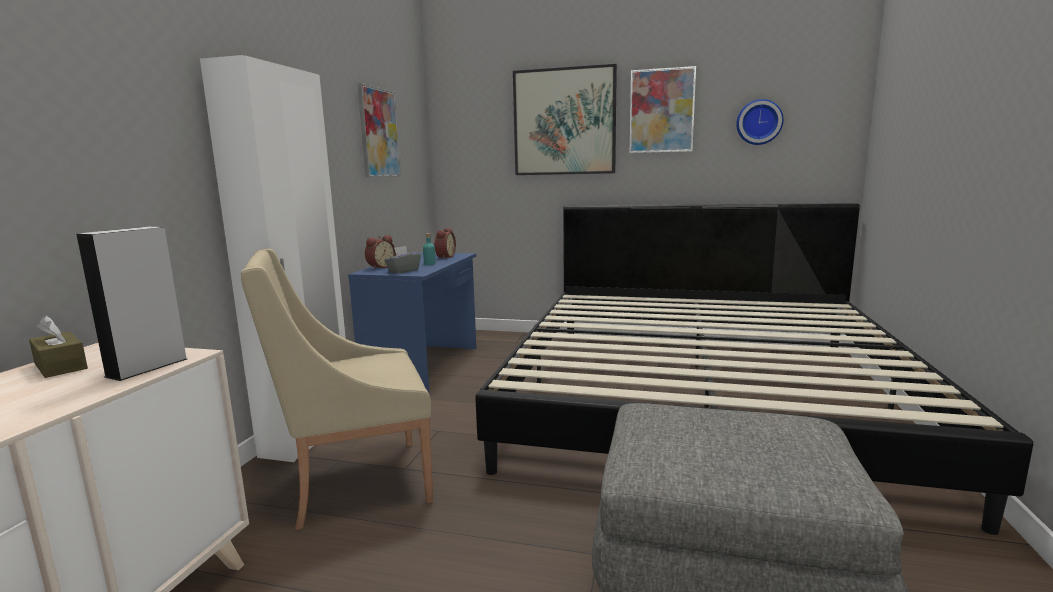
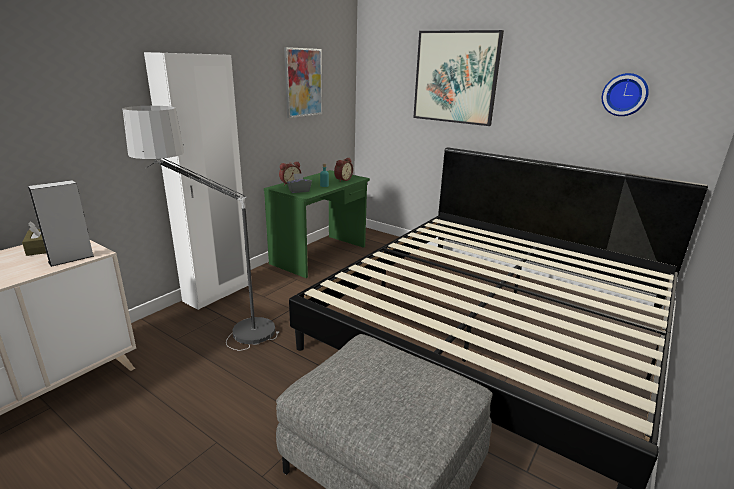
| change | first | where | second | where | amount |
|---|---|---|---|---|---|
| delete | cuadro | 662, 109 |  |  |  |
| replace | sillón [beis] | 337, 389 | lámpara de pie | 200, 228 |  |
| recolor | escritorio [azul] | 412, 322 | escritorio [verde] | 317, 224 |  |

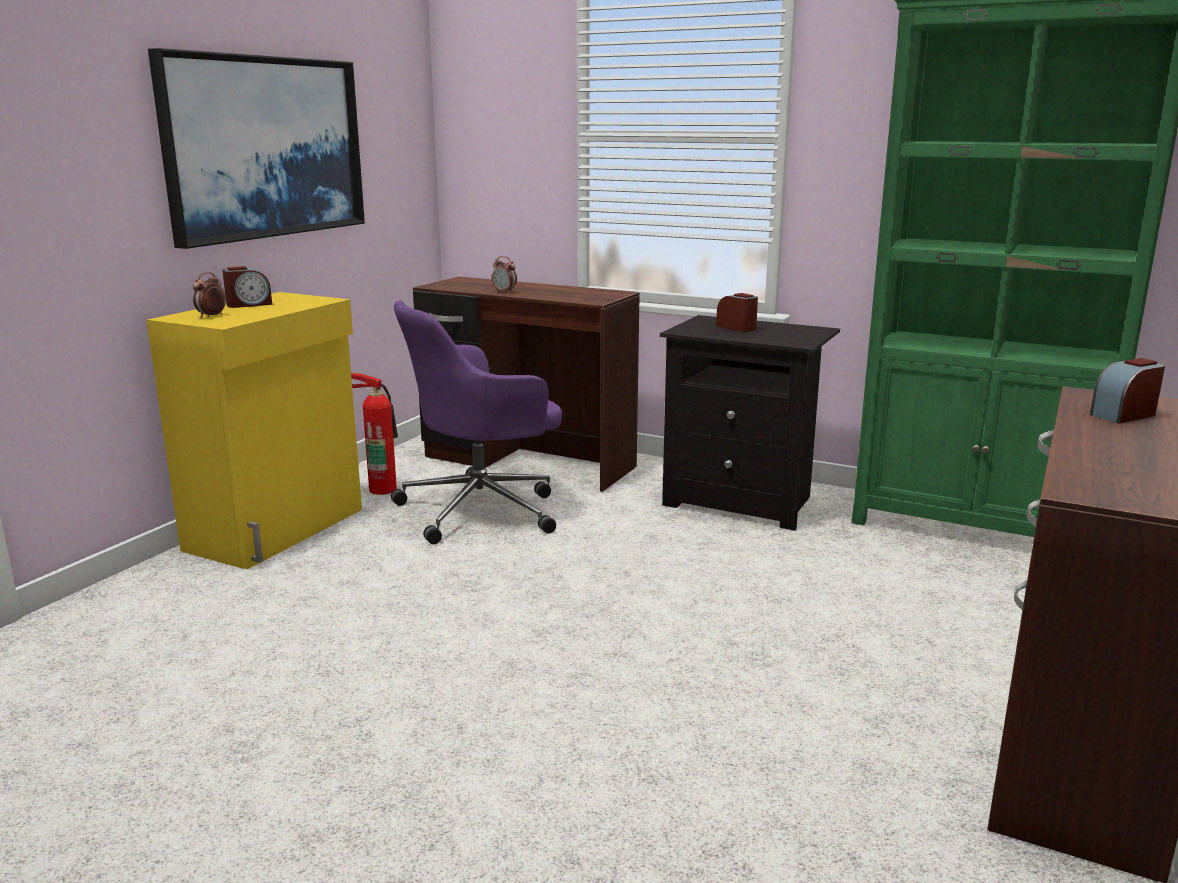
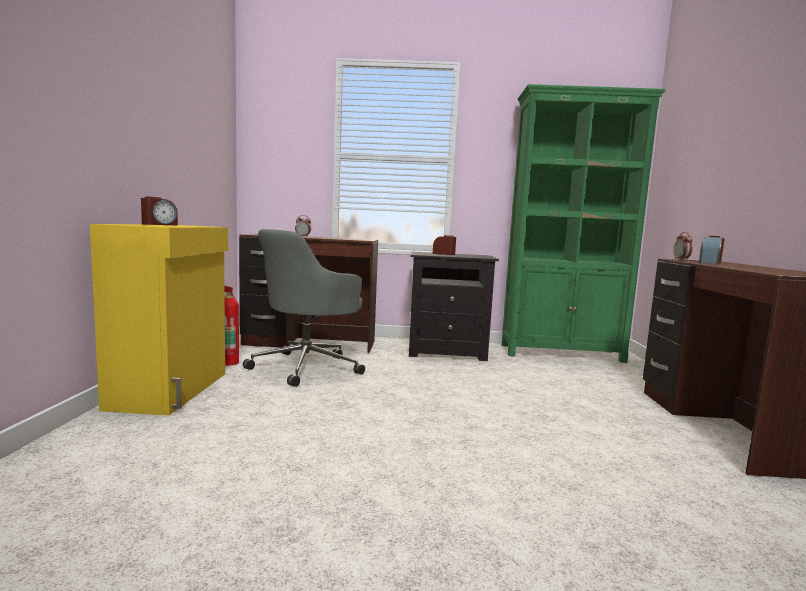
| change | first | where | second | where | amount |
|---|---|---|---|---|---|
| delete | cuadro | 256, 148 |  |  |  |
| move | despertador | 209, 295 |  | 682, 246 |  |
| recolor | silla de oficina [morado] | 476, 422 | silla de oficina [gris] | 304, 308 |  |

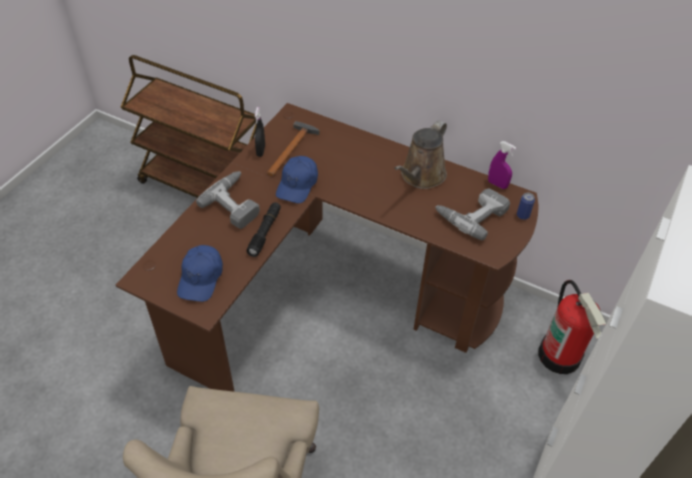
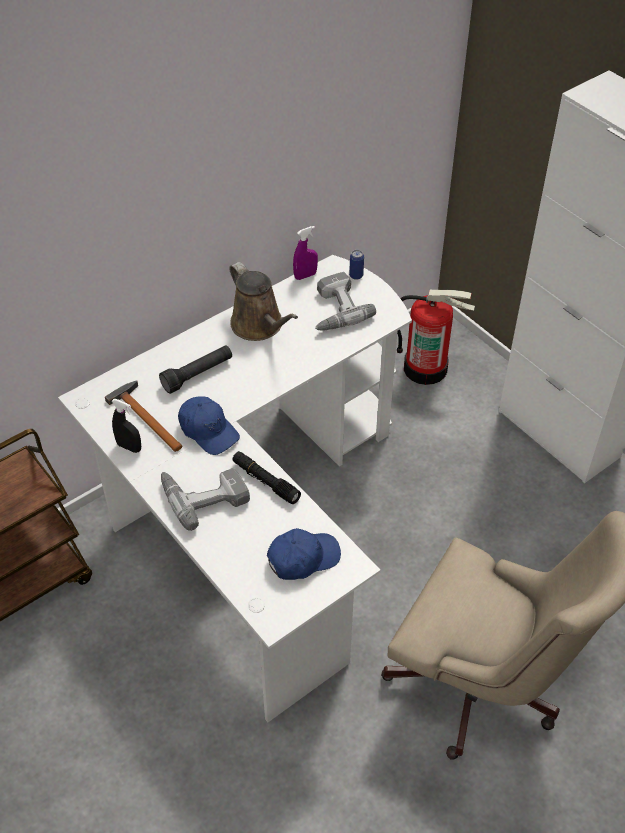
| change | first | where | second | where | amount |
|---|---|---|---|---|---|
| insert |  |  | linterna [negro] | 195, 369 |  |
| recolor | escritorio [marrón] | 327, 247 | escritorio [blanco] | 235, 488 |  |
| rotate | gorra [azul] | 200, 273 |  | 304, 554 | 60 degrees counterclockwise |

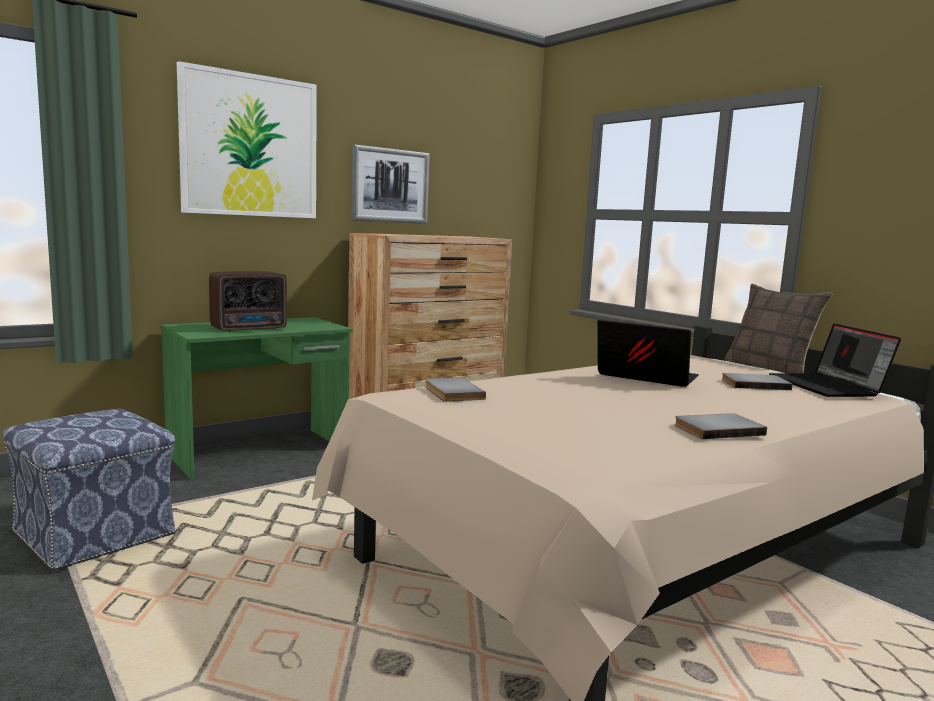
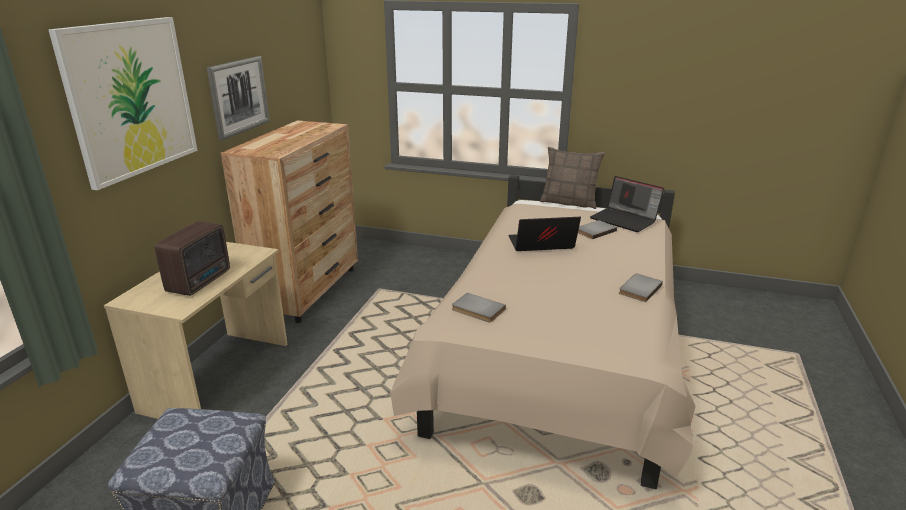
| change | first | where | second | where | amount |
|---|---|---|---|---|---|
| recolor | escritorio [verde] | 257, 398 | escritorio [beis] | 196, 330 |  |

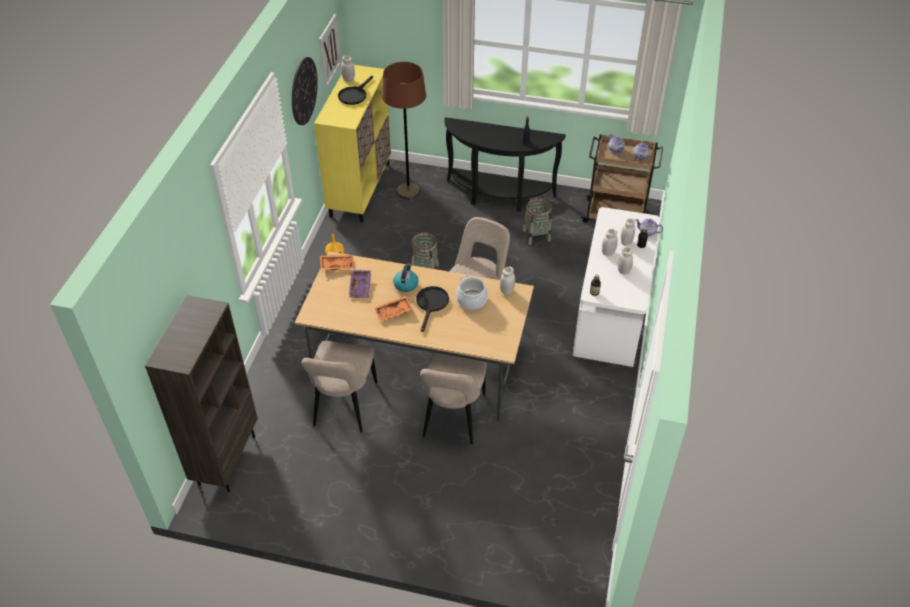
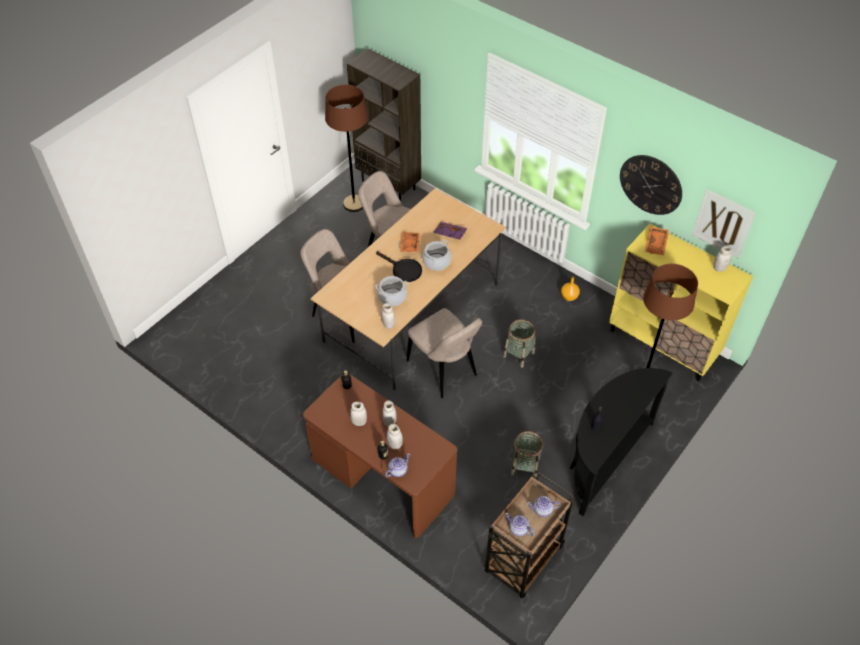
| change | first | where | second | where | amount |
|---|---|---|---|---|---|
| delete | sartén [negro] | 355, 90 |  |  |  |
| insert |  |  | lámpara de pie [marrón] | 346, 148 |  |
| move | bandeja [naranja] | 337, 262 |  | 657, 240 |  |
| replace | hervidor | 406, 278 | olla | 437, 255 |  |
| recolor | escritorio [blanco] | 616, 287 | escritorio [marrón] | 380, 456 |  |

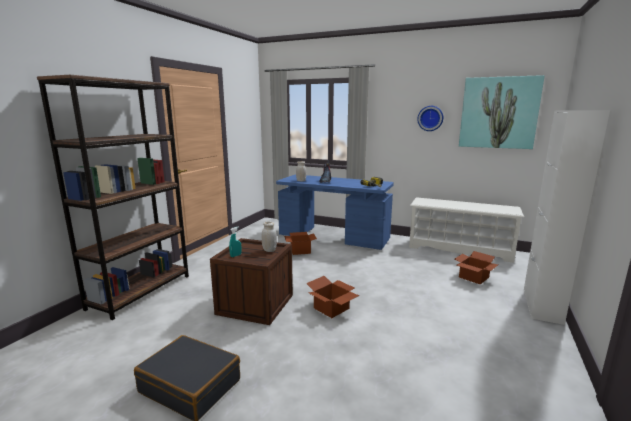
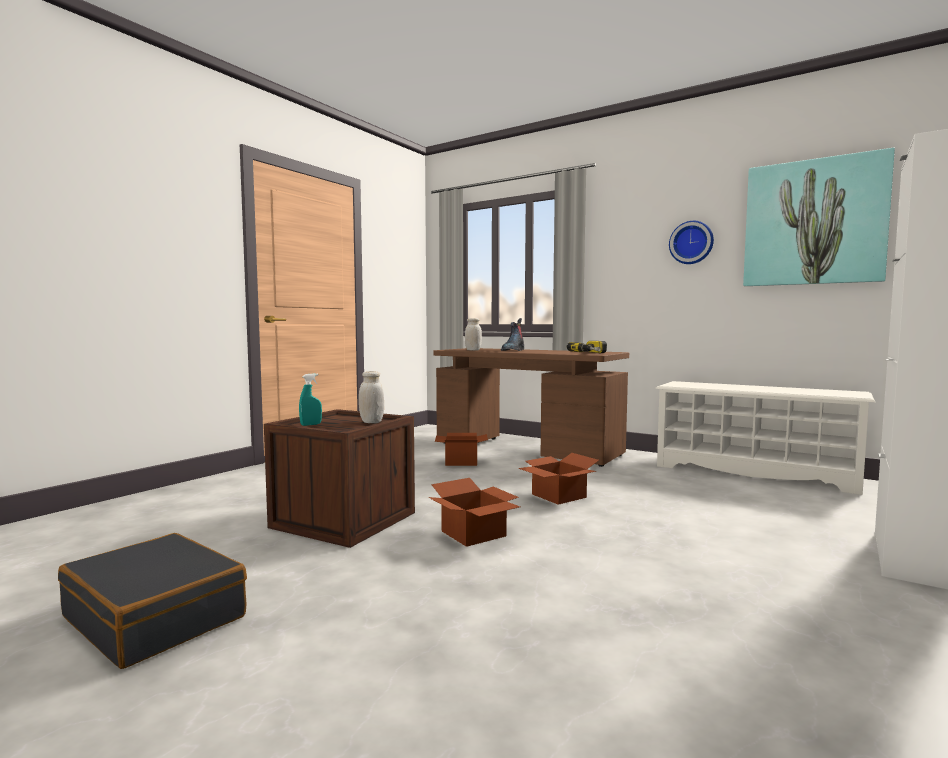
| change | first | where | second | where | amount |
|---|---|---|---|---|---|
| delete | estantería [marrón] | 113, 197 |  |  |  |
| move | caja de cartón | 476, 268 |  | 558, 479 |  |
| recolor | escritorio [azul] | 335, 212 | escritorio [marrón] | 531, 407 |  |

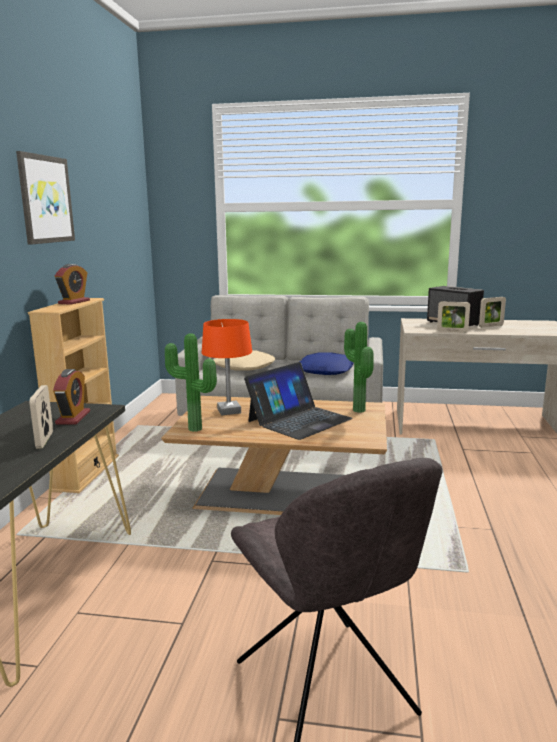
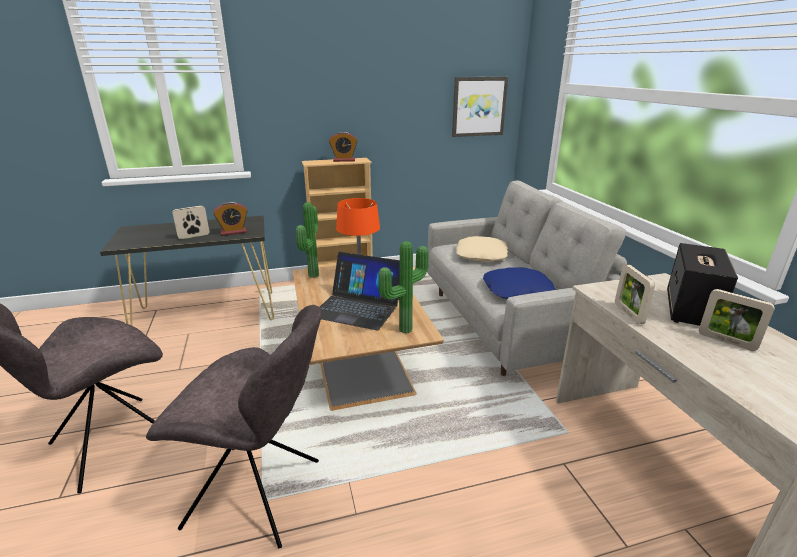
| change | first | where | second | where | amount |
|---|---|---|---|---|---|
| insert |  |  | silla [gris] | 234, 426 |  |
| move | cuadro | 45, 198 |  | 480, 107 |  |

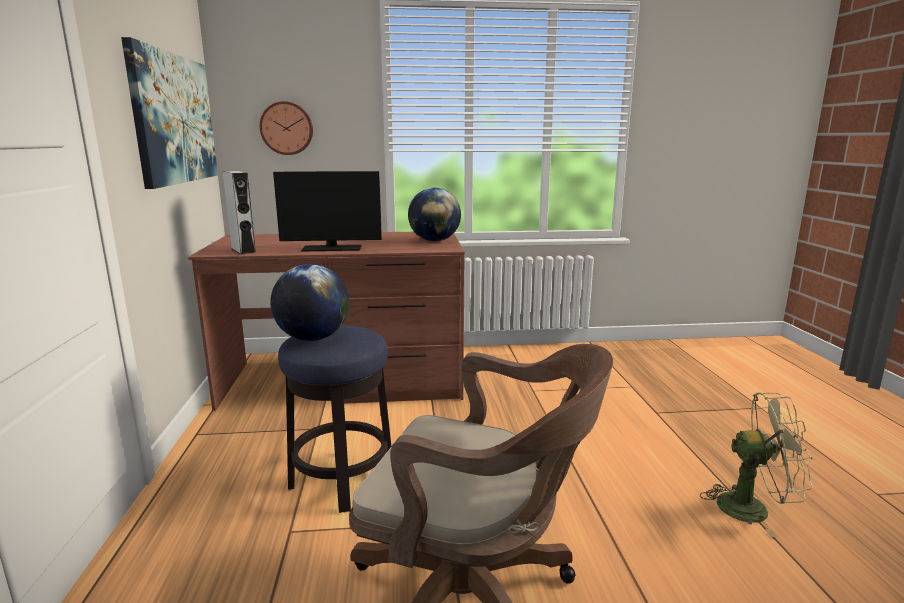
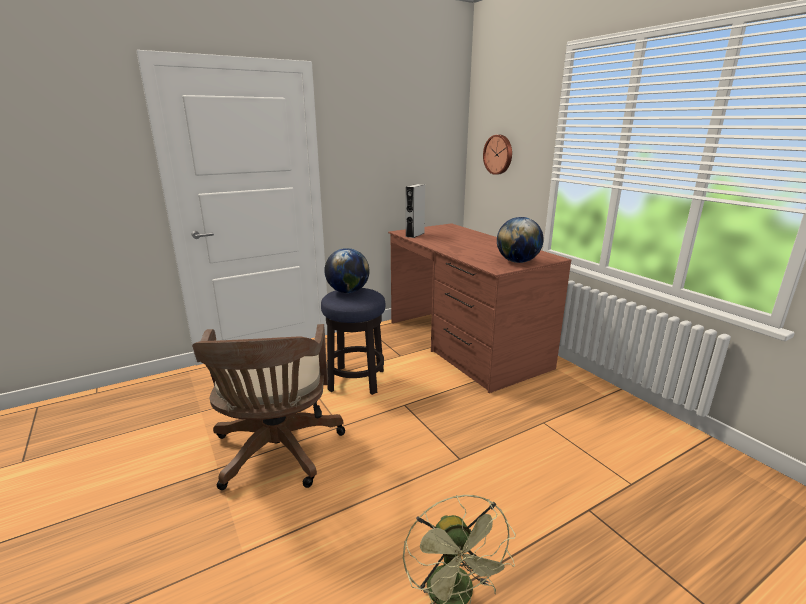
| change | first | where | second | where | amount |
|---|---|---|---|---|---|
| delete | cuadro | 169, 113 |  |  |  |
| delete | monitor | 327, 211 |  |  |  |

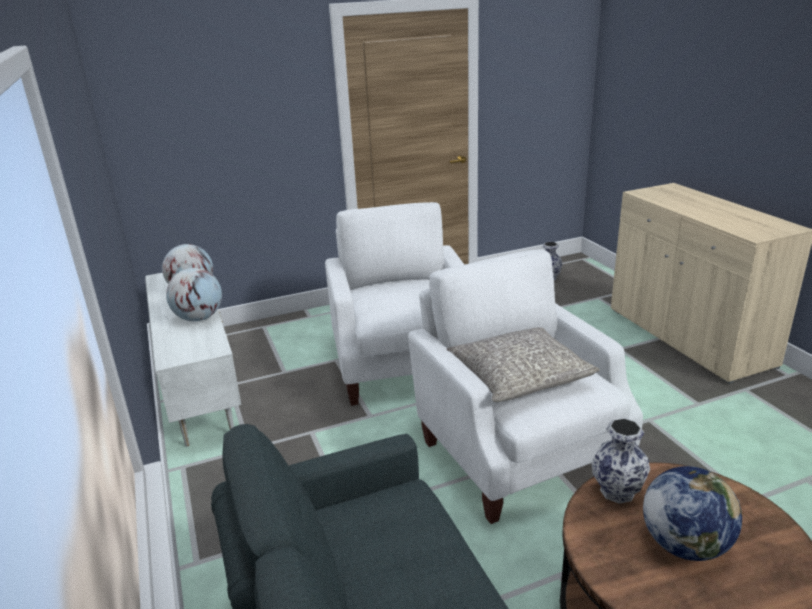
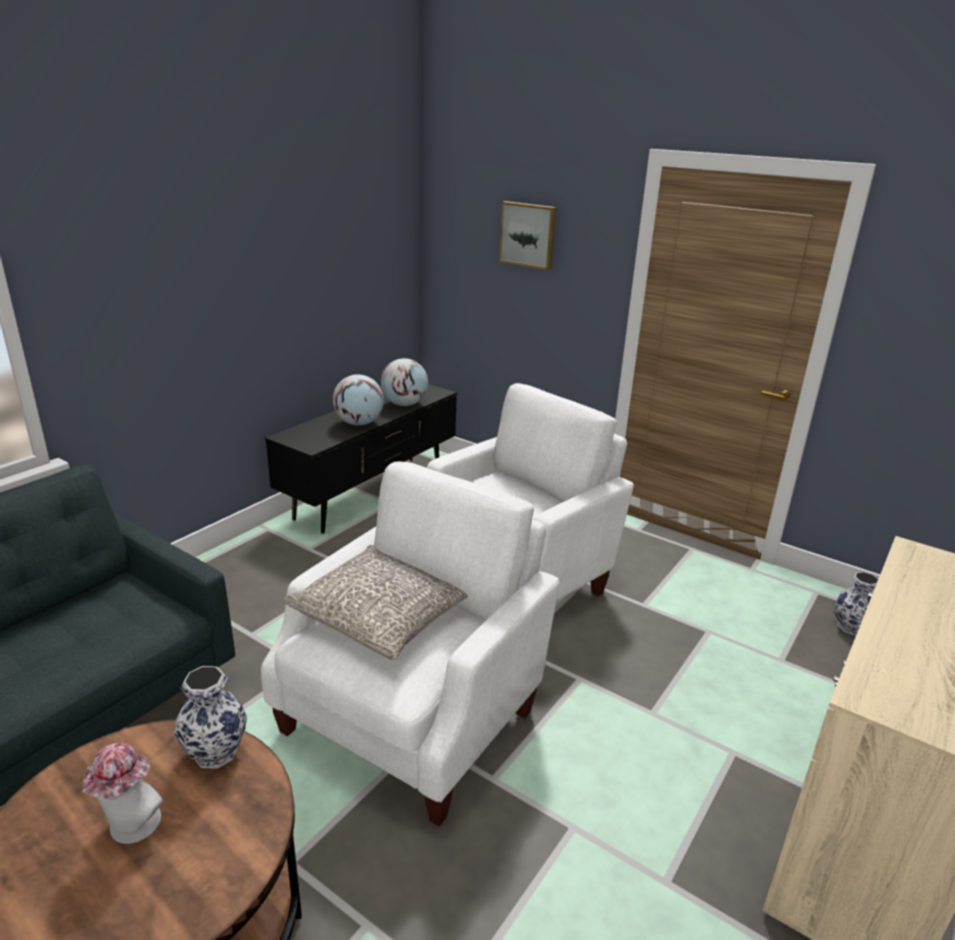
| change | first | where | second | where | amount |
|---|---|---|---|---|---|
| insert |  |  | cuadro | 527, 235 |  |
| replace | globo terráqueo | 692, 513 | sombrero | 122, 793 |  |
| recolor | mueble de televisión [blanco] | 193, 360 | mueble de televisión [negro] | 361, 459 |  |

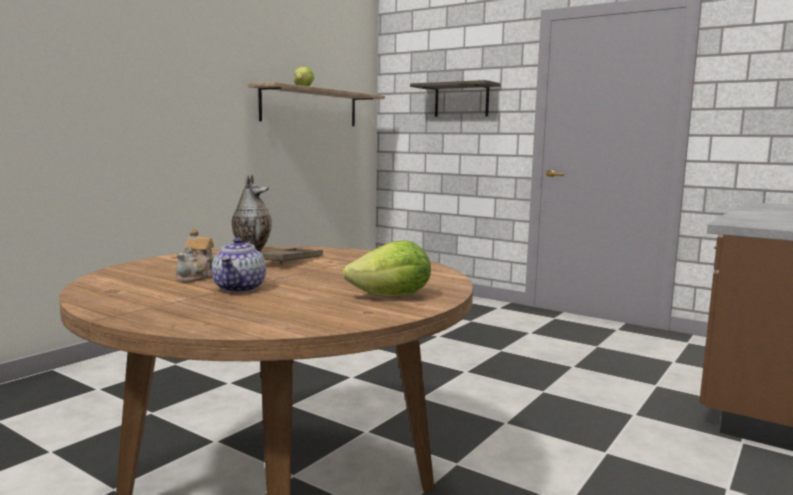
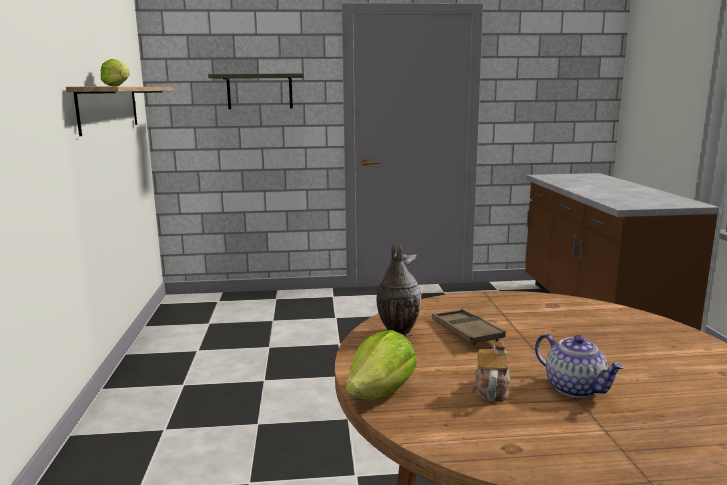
| change | first | where | second | where | amount |
|---|---|---|---|---|---|
| move | lechuga | 387, 268 |  | 381, 365 |  |
| rotate | tetera | 195, 255 |  | 491, 371 | 135 degrees counterclockwise |

